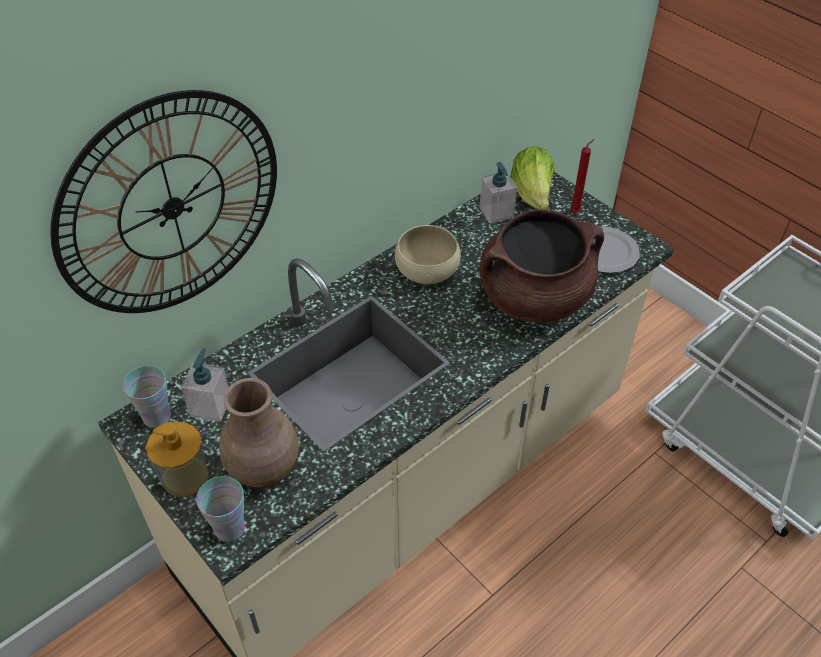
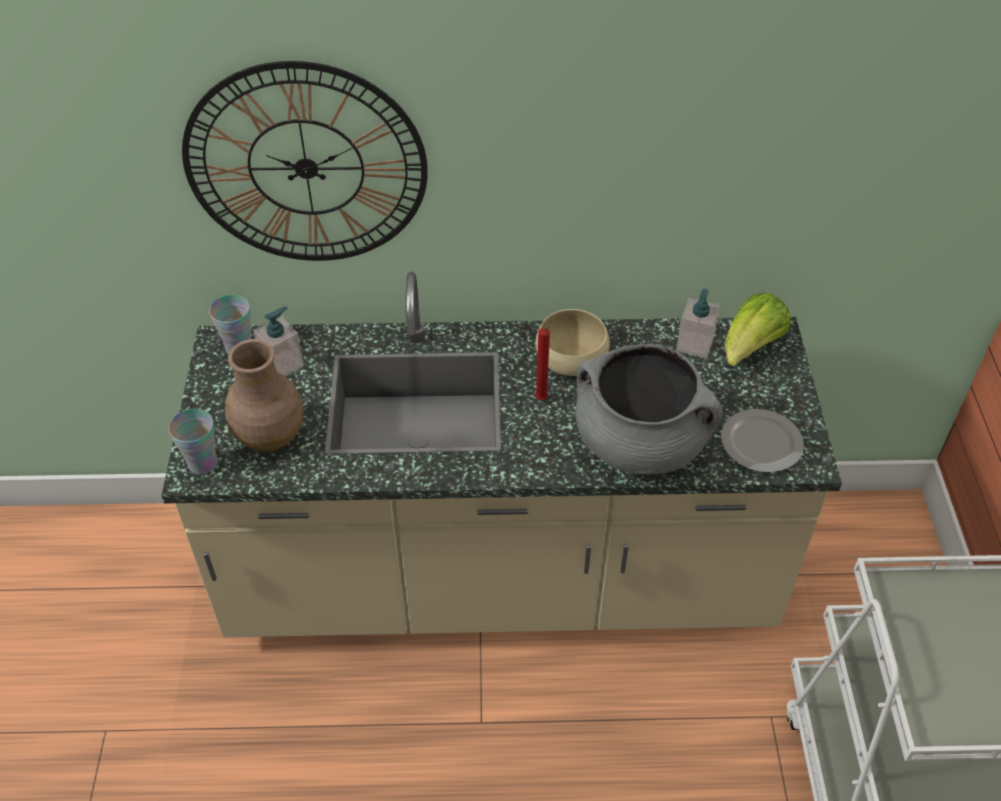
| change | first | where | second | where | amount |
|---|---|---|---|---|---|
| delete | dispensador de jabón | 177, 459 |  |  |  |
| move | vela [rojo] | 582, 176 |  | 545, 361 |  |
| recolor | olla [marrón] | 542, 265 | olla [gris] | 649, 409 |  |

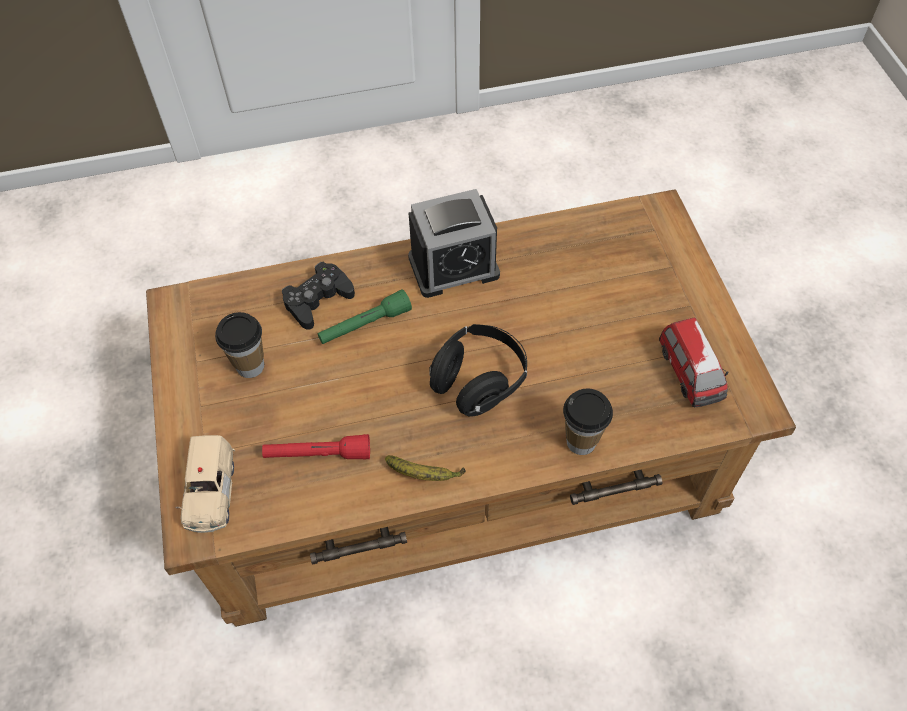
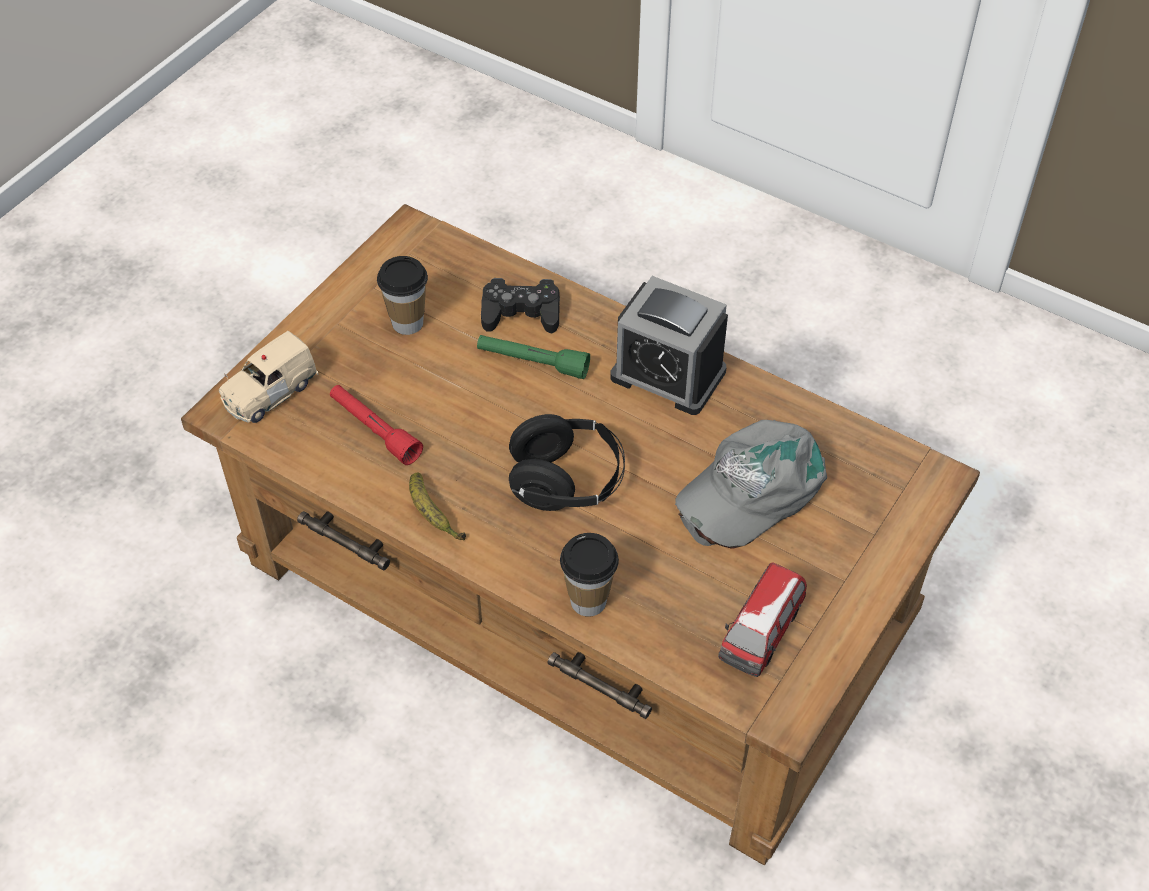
| change | first | where | second | where | amount |
|---|---|---|---|---|---|
| insert |  |  | gorra [gris] | 751, 484 |  |

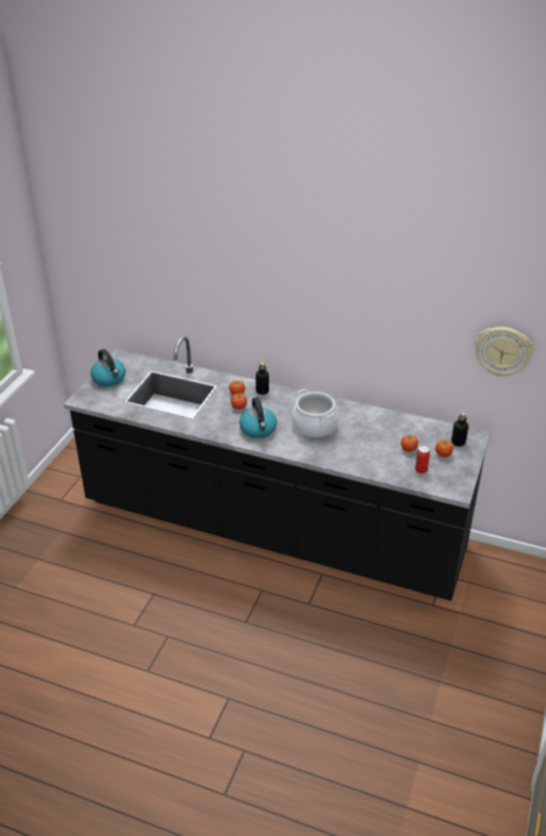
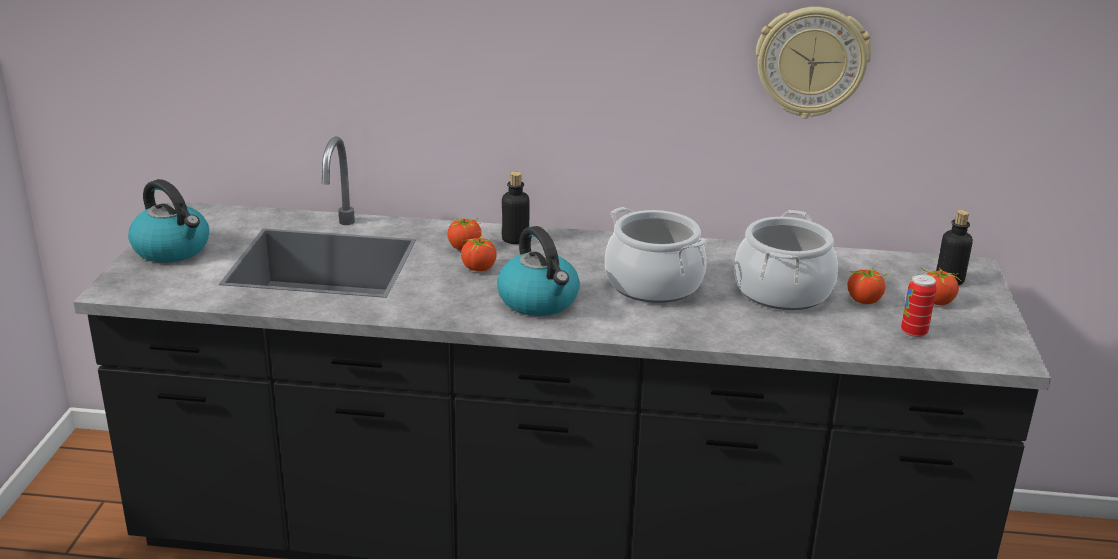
| change | first | where | second | where | amount |
|---|---|---|---|---|---|
| insert |  |  | olla | 786, 260 |  |
| move | reloj de pared | 504, 352 |  | 813, 62 |  |

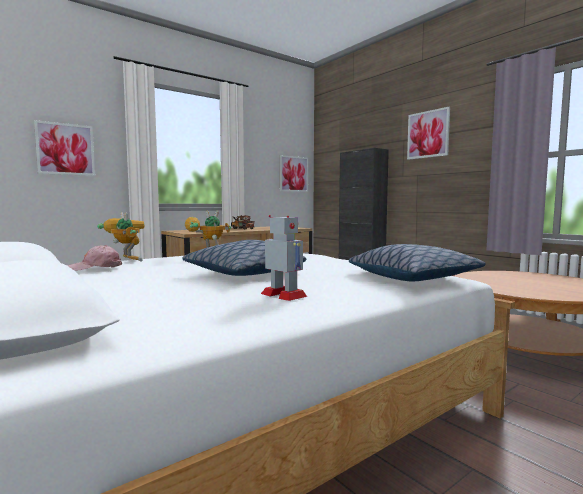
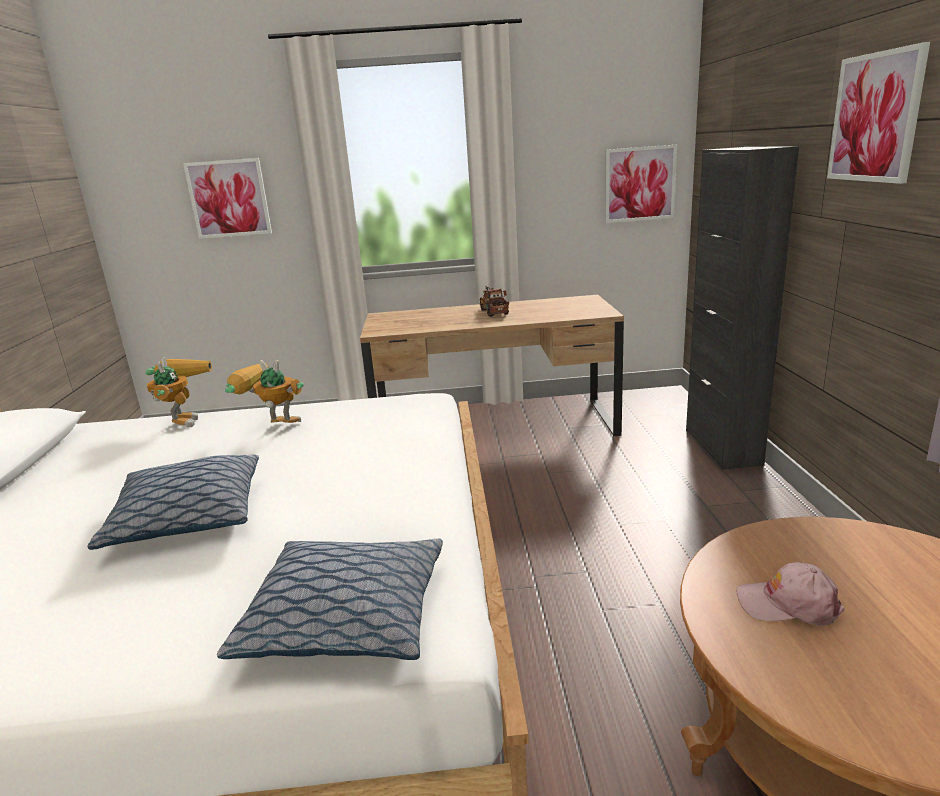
| change | first | where | second | where | amount |
|---|---|---|---|---|---|
| delete | robot de juguete | 284, 258 |  |  |  |
| move | gorra [rosa] | 95, 258 |  | 790, 594 |  |

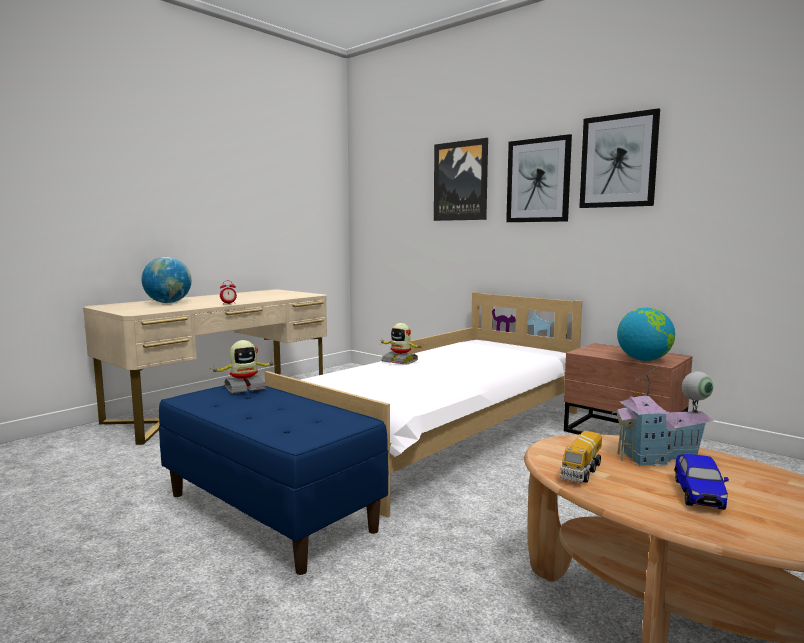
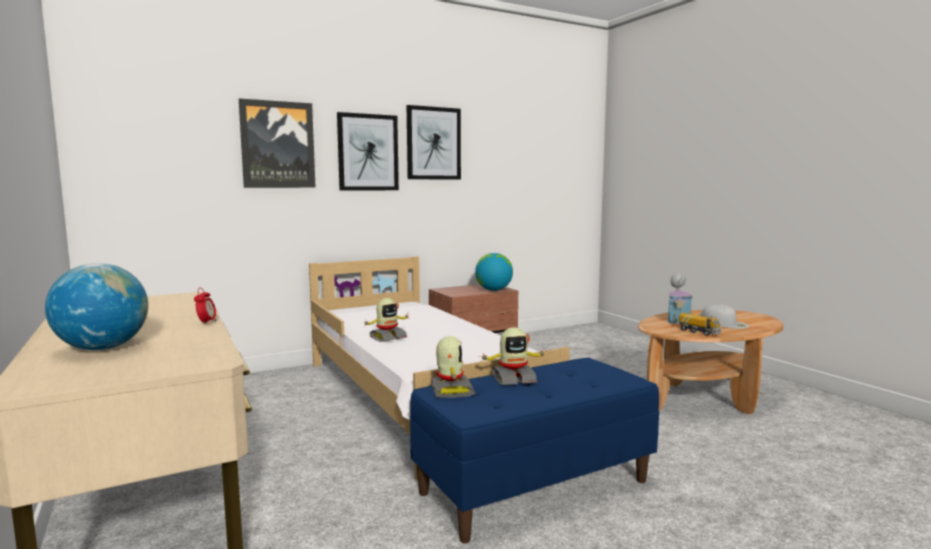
| change | first | where | second | where | amount |
|---|---|---|---|---|---|
| insert |  |  | robot de juguete | 513, 356 |  |
| replace | coche de juguete | 701, 482 | gorra [blanco] | 724, 316 |  |

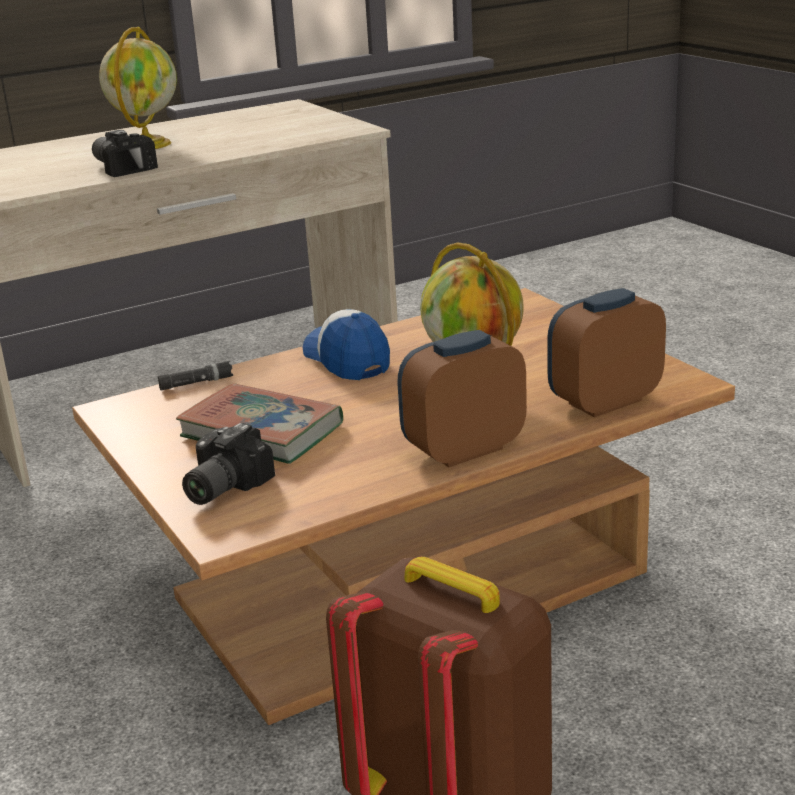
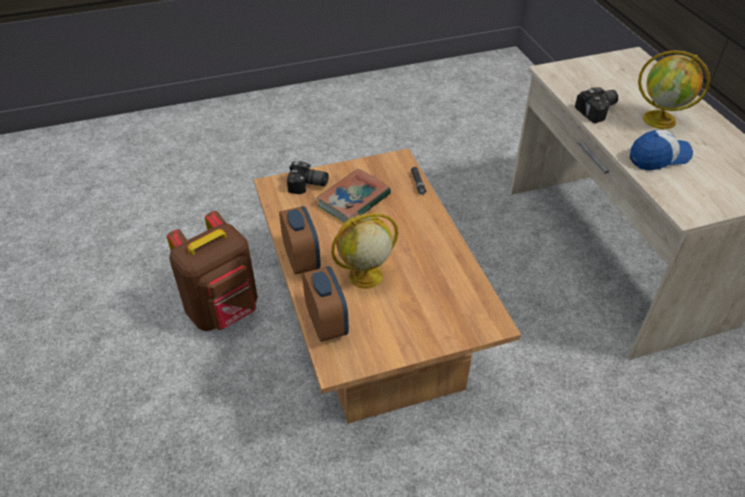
| change | first | where | second | where | amount |
|---|---|---|---|---|---|
| move | gorra | 346, 344 |  | 661, 150 |  |
| rotate | cámara | 228, 464 |  | 307, 177 | 150 degrees clockwise |

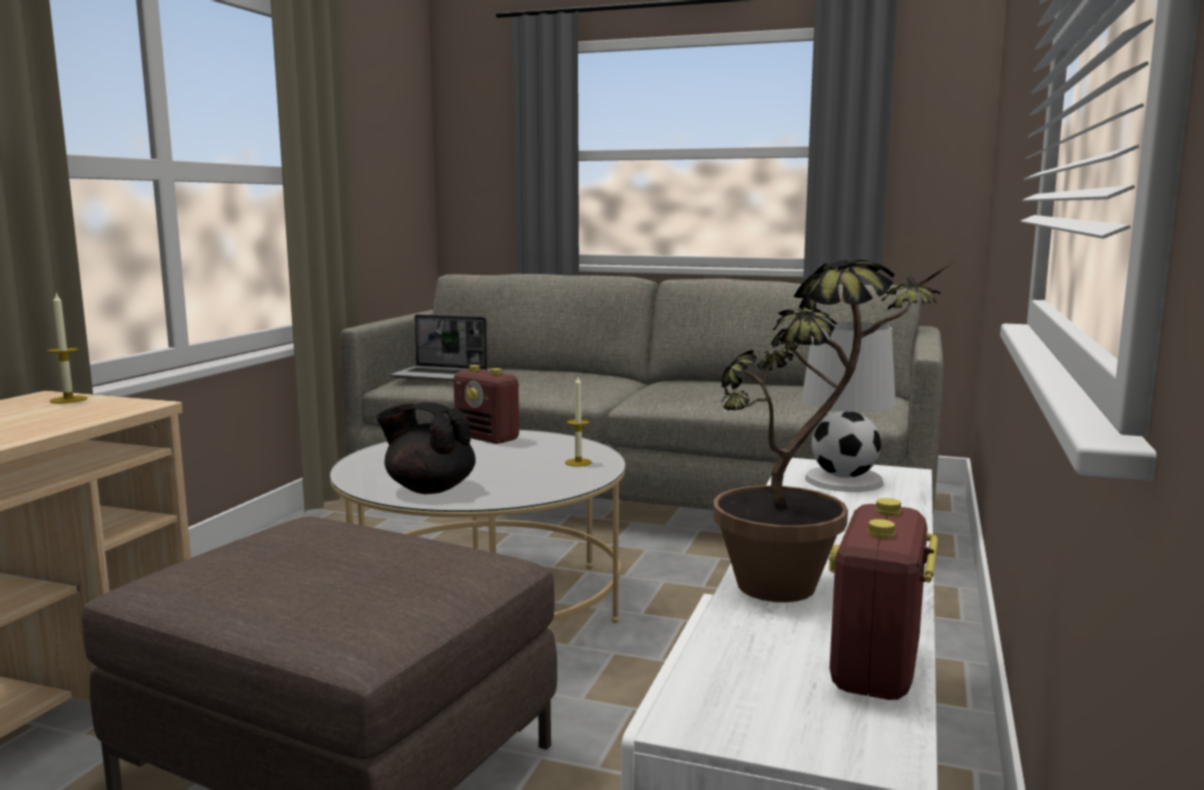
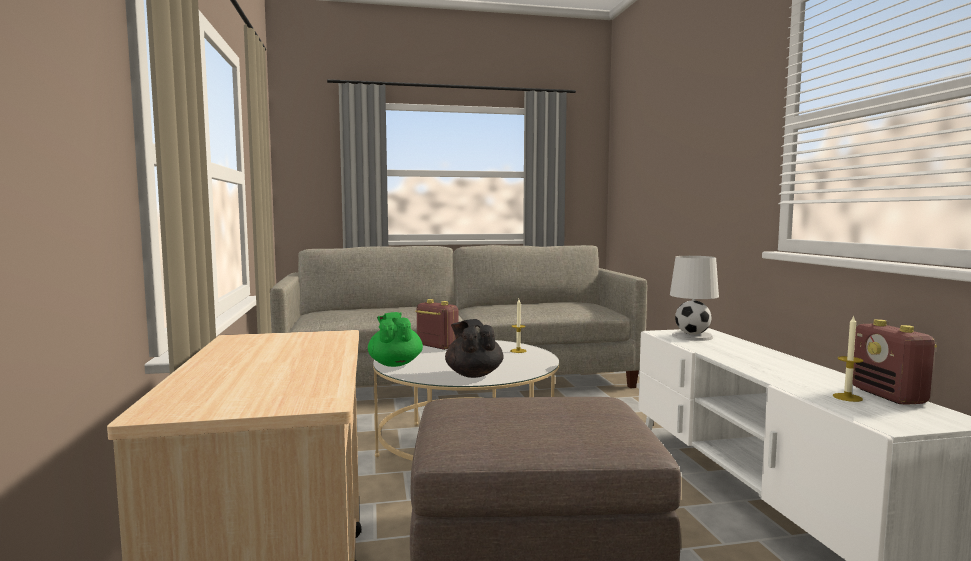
| change | first | where | second | where | amount |
|---|---|---|---|---|---|
| delete | portátil | 439, 347 |  |  |  |
| delete | planta en maceta | 833, 431 |  |  |  |
| insert |  |  | tetera [verde] | 395, 339 |  |
| move | vela | 67, 347 |  | 848, 358 |  |
| rotate | tetera [negro] | 425, 448 |  | 474, 348 | 75 degrees clockwise |
| rotate | radio | 487, 404 |  | 437, 324 | 150 degrees counterclockwise |

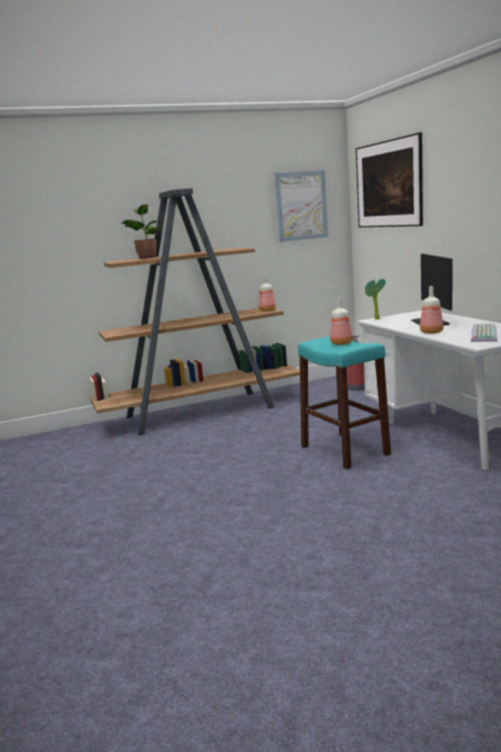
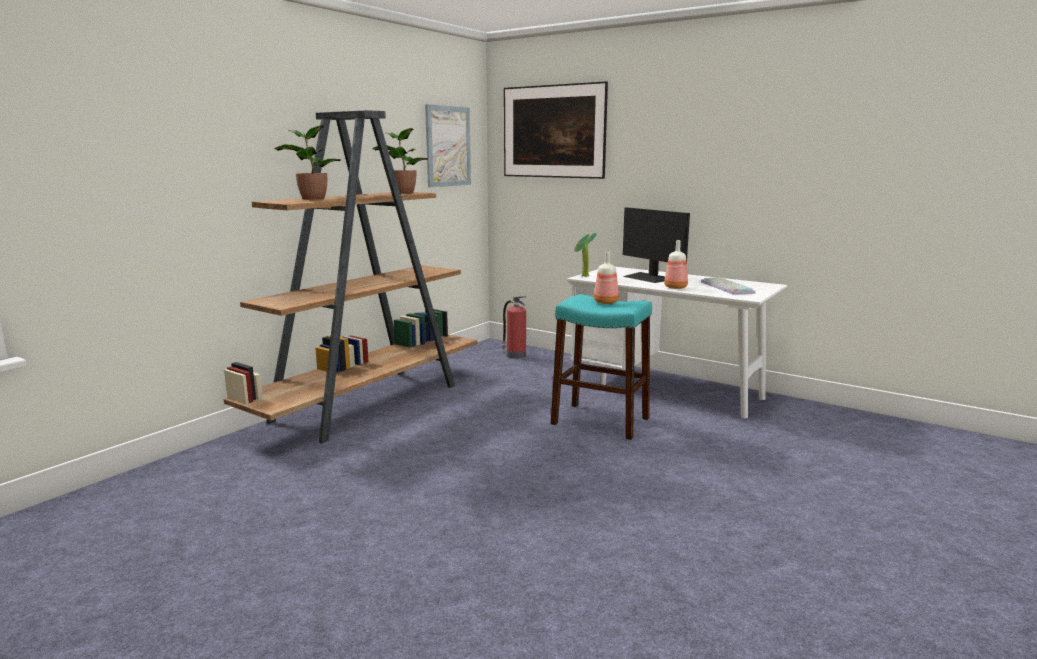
| change | first | where | second | where | amount |
|---|---|---|---|---|---|
| delete | botella | 267, 293 |  |  |  |
| insert |  |  | planta en maceta | 400, 161 |  |

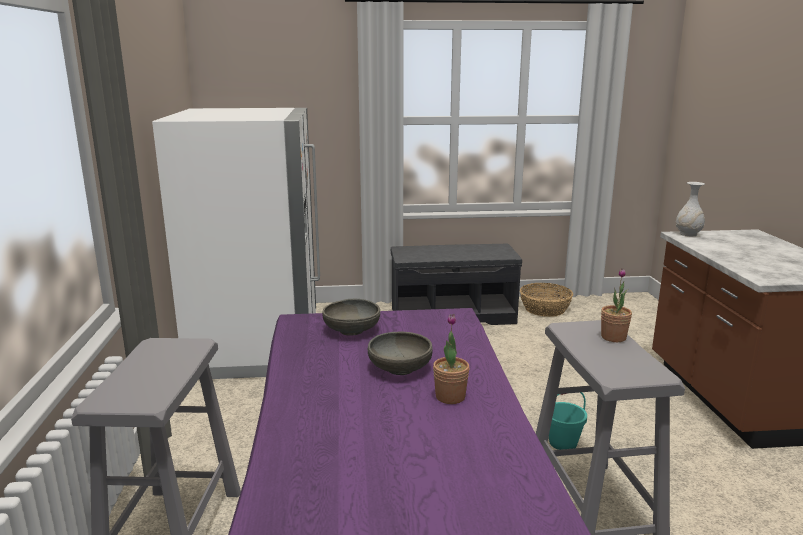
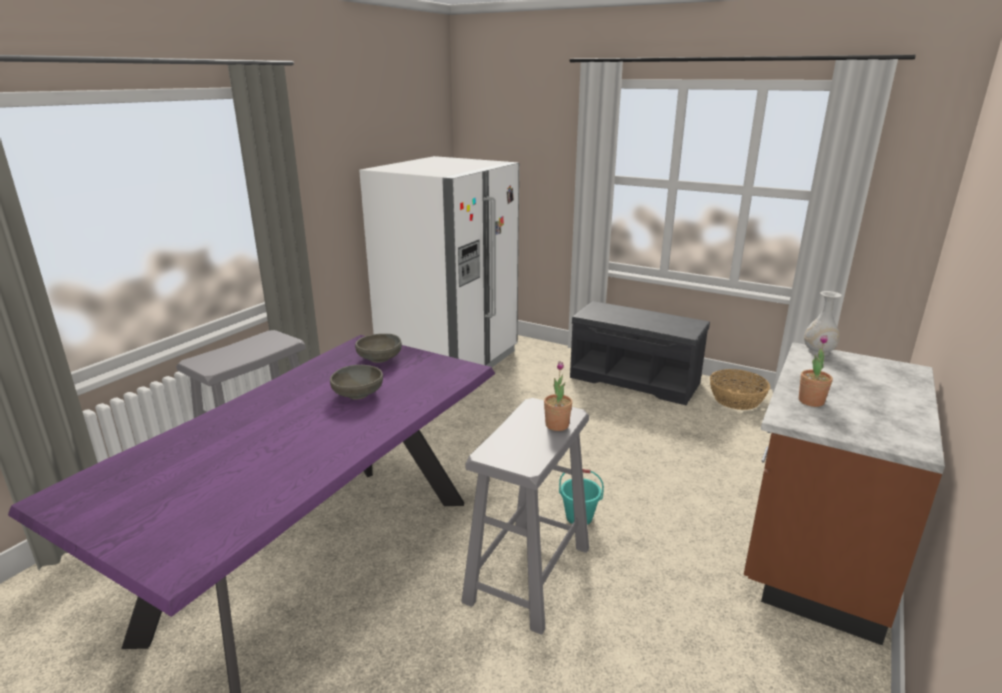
| change | first | where | second | where | amount |
|---|---|---|---|---|---|
| move | planta en maceta | 451, 359 |  | 816, 371 |  |

